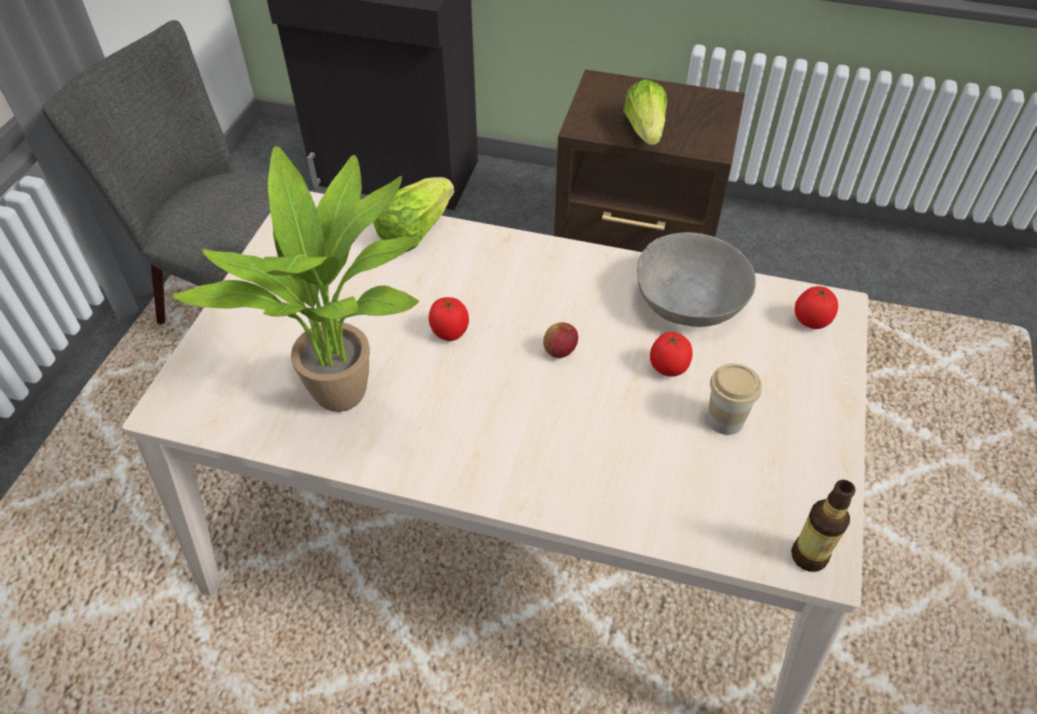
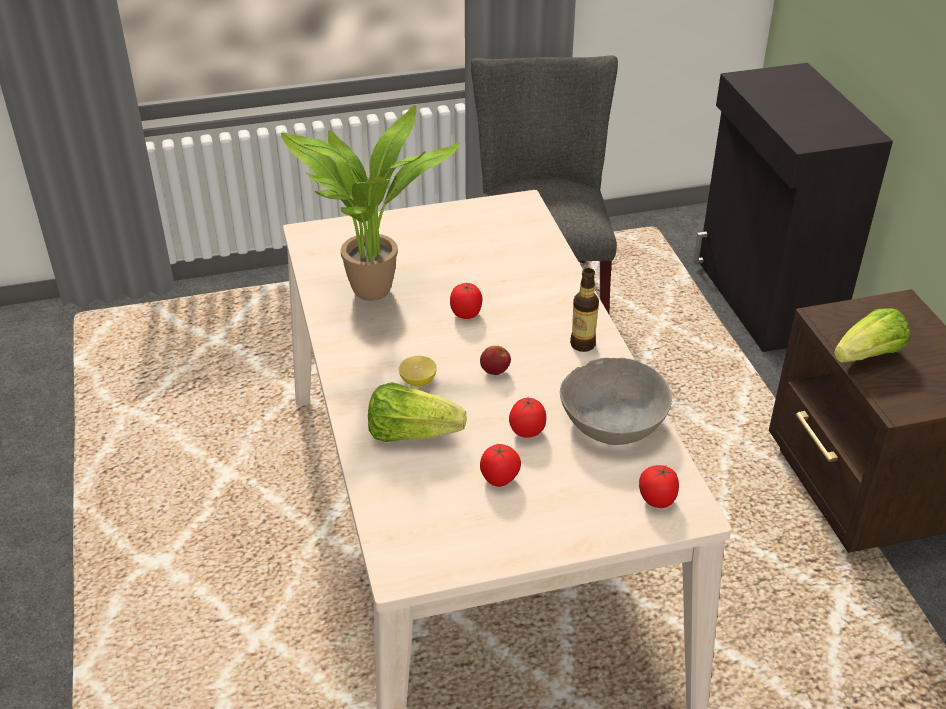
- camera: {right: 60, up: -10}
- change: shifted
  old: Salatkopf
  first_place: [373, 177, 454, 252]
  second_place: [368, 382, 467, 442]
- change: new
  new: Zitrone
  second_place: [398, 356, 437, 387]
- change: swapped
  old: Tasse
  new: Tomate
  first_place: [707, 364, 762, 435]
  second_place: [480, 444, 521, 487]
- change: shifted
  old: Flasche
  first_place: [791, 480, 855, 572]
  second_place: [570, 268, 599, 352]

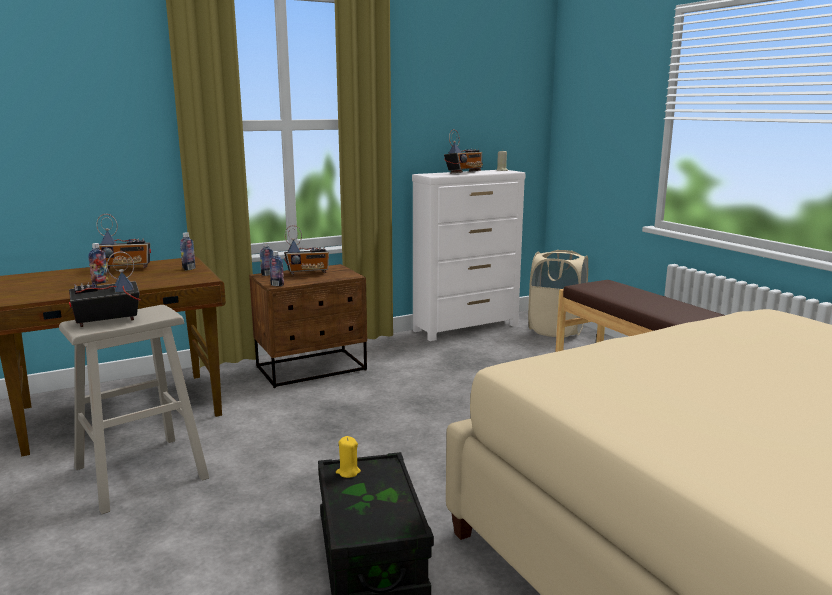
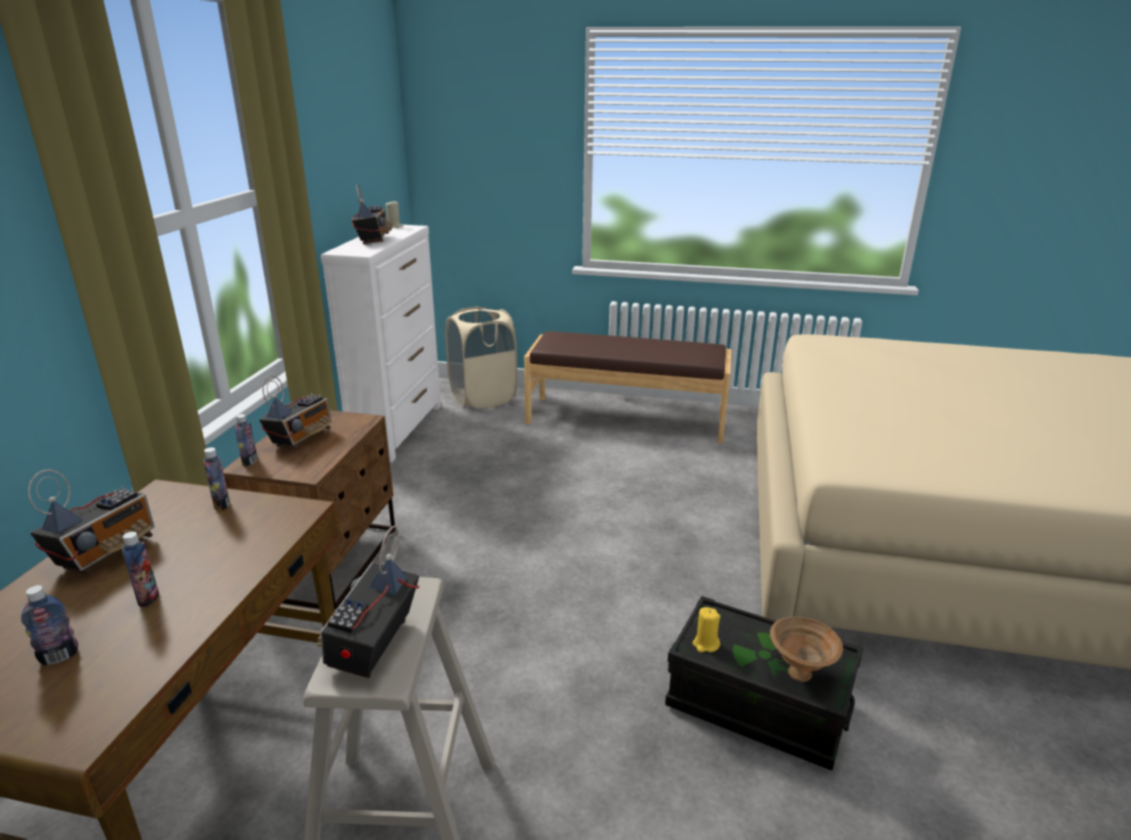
- camera: {right: -50, up: 10}
- change: shifted
  old: Flasche
  first_place: [269, 251, 284, 286]
  second_place: [21, 585, 78, 665]
- change: new
  new: Schüssel (braun)
  second_place: [770, 617, 843, 682]

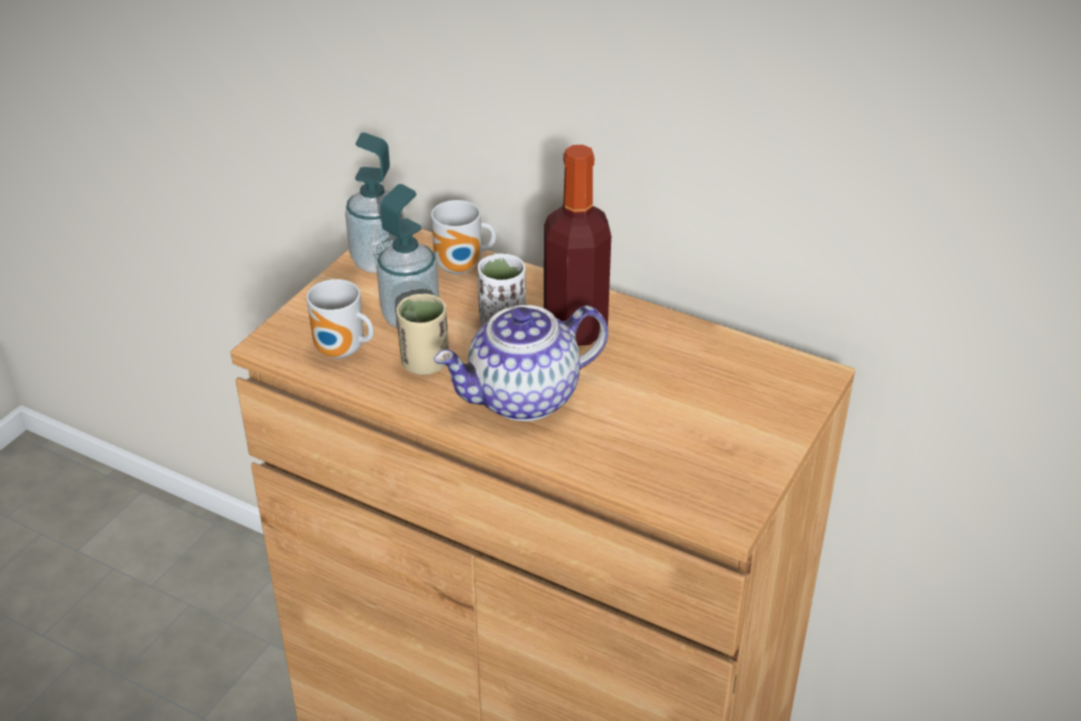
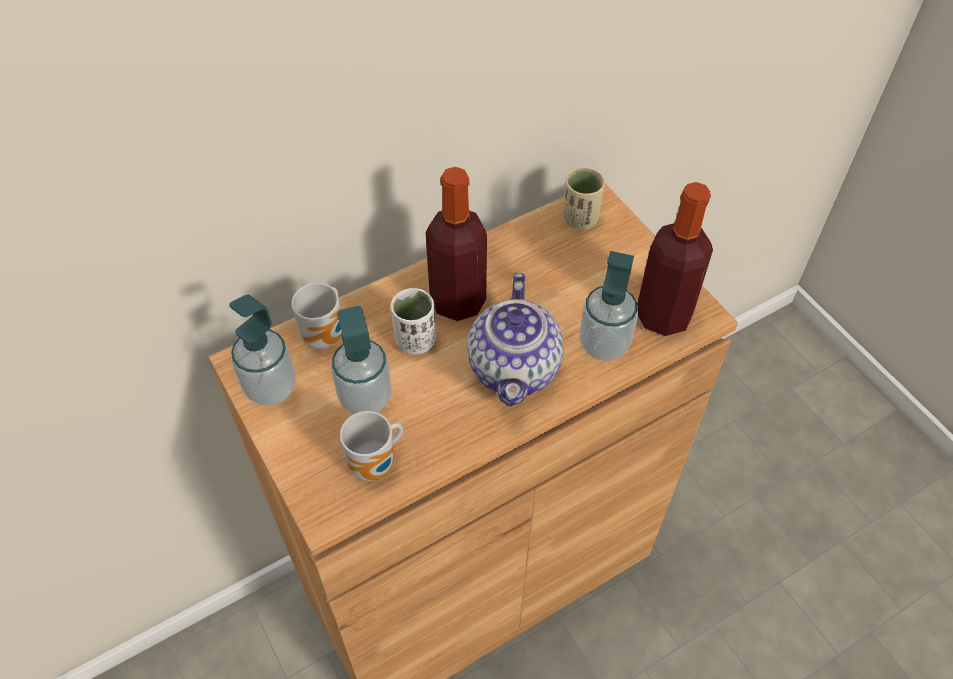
- camera: {right: -60, up: 15}
- change: shifted
  old: Tasse (beige)
  first_place: [396, 294, 449, 375]
  second_place: [562, 167, 605, 230]
- change: new
  new: Seifenspender
  second_place: [580, 251, 638, 361]
- change: new
  new: Flasche
  second_place: [637, 182, 713, 336]

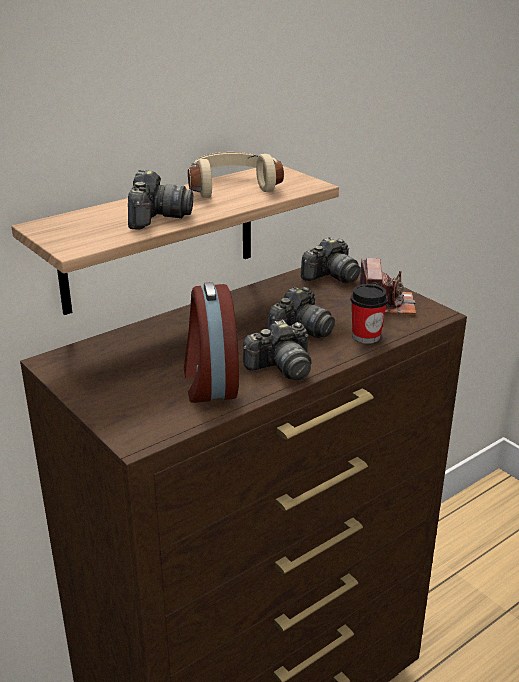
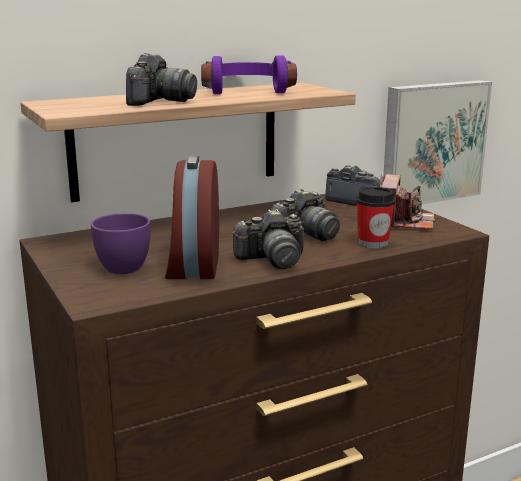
- camera: {right: 10, up: -10}
- change: new
  new: Tasse (lila)
  second_place: [90, 213, 151, 274]
- change: repainted
  old: Kopfhörer (beige)
  new: Kopfhörer (lila)
  first_place: [188, 152, 284, 198]
  second_place: [201, 55, 297, 94]
- change: rotated
  old: Kamera
  first_place: [301, 237, 361, 283]
  second_place: [325, 165, 380, 206]
  degrees: -120
- change: new
  new: Bild
  second_place: [384, 80, 492, 204]

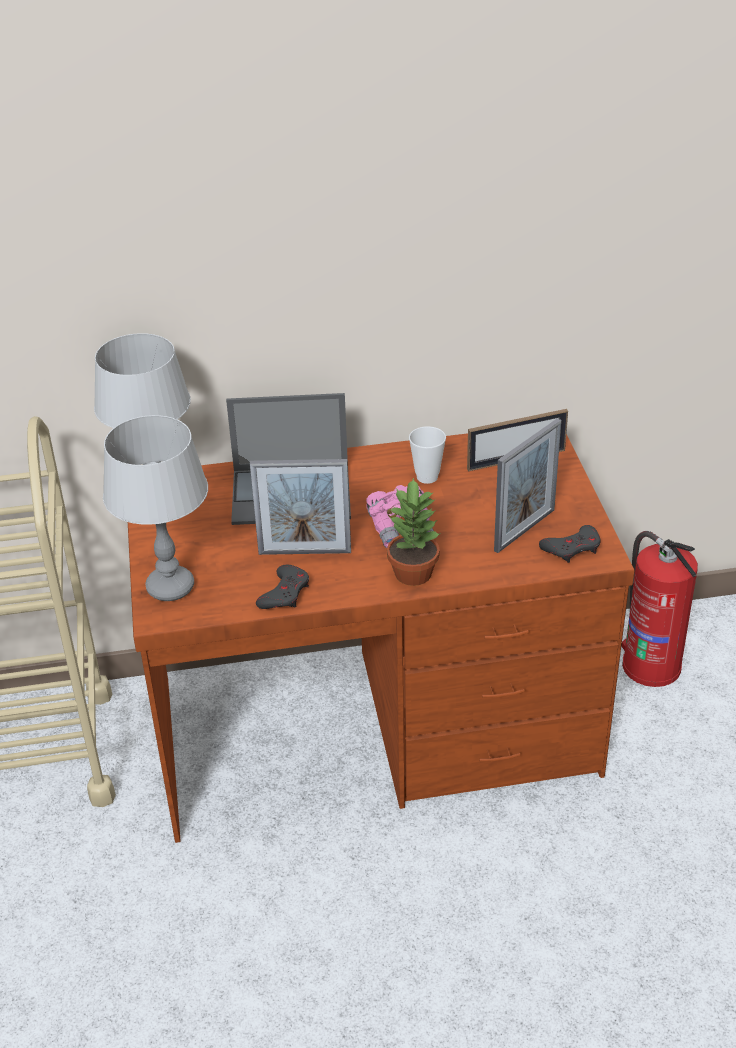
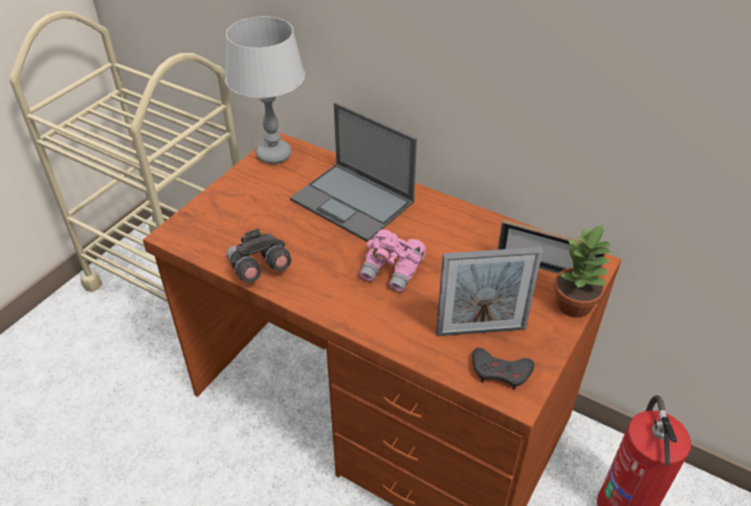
- camera: {right: 40, up: 5}
- change: swapped
  old: Gamepad (grau)
  new: Fernglas (grau)
  first_place: [256, 565, 309, 609]
  second_place: [227, 229, 291, 283]
- change: shifted
  old: Topfpflanze
  first_place: [387, 478, 441, 586]
  second_place: [554, 223, 611, 318]
- change: gone
  old: Tischlampe (grau)
  first_place: [103, 415, 208, 601]
- change: gone
  old: Bilderrahmen
  first_place: [250, 459, 351, 555]
- change: gone
  old: Tasse
  first_place: [409, 426, 446, 484]

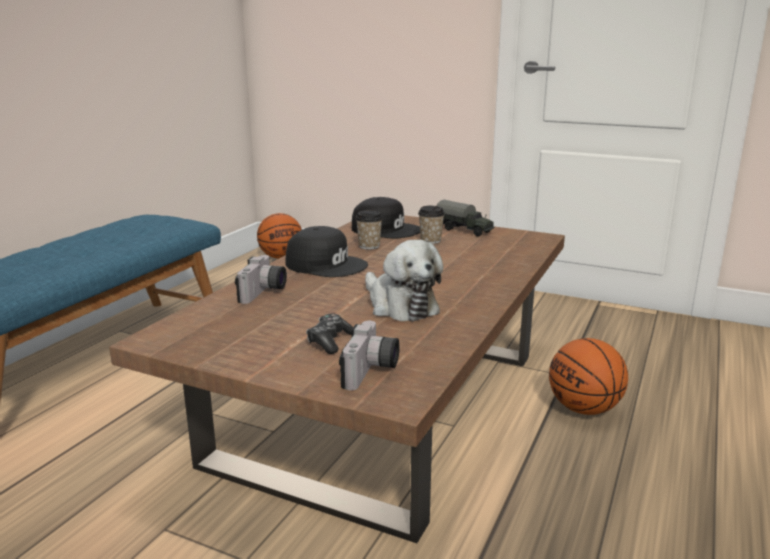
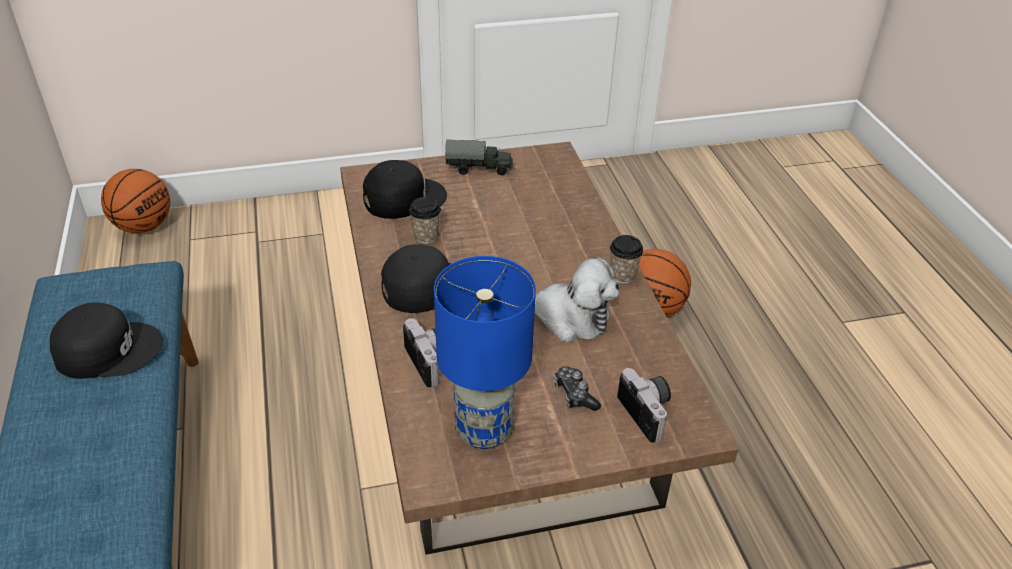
- camera: {right: -40, up: 20}
- change: new
  new: Kappe (schwarz)
  second_place: [50, 302, 163, 379]
- change: new
  new: Tischlampe (blau)
  second_place: [434, 256, 536, 449]
- change: shifted
  old: Tasse
  first_place: [418, 206, 445, 244]
  second_place: [610, 235, 643, 284]

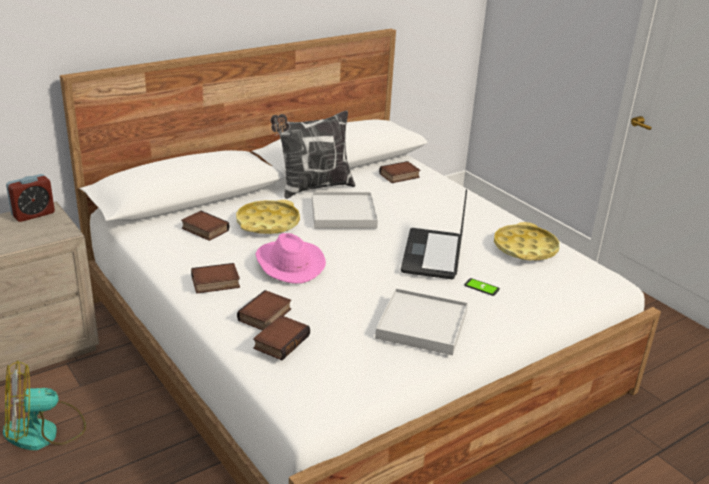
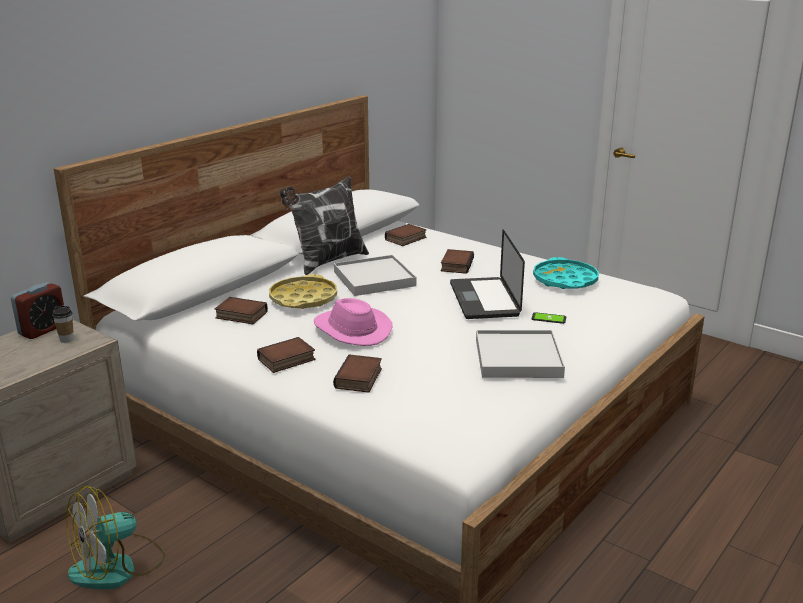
- camera: {right: -15, up: -5}
- change: new
  new: Tasse
  second_place: [52, 305, 74, 343]
- change: shifted
  old: Buch
  first_place: [253, 315, 310, 360]
  second_place: [441, 249, 474, 274]
- change: repainted
  old: Tablett (gelb)
  new: Tablett (türkis)
  first_place: [494, 222, 560, 260]
  second_place: [533, 257, 599, 289]

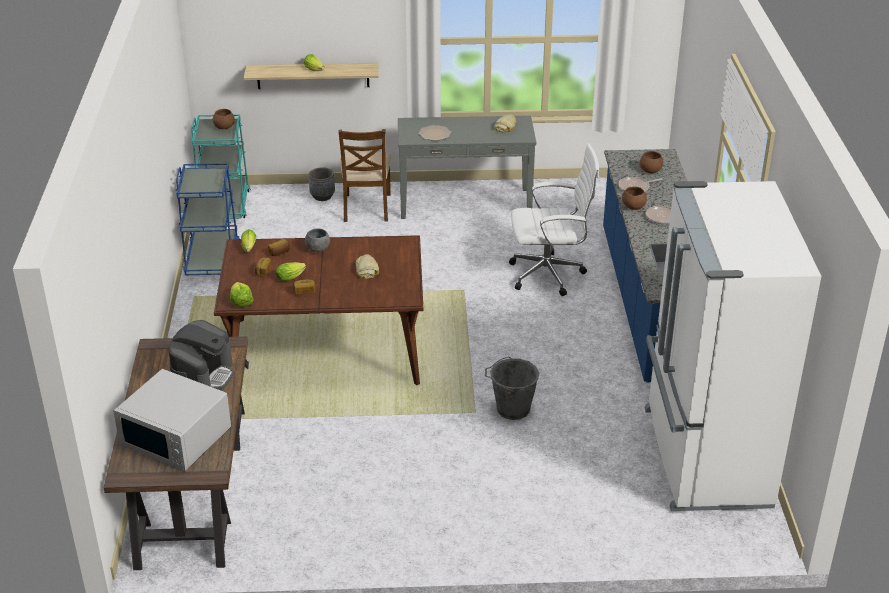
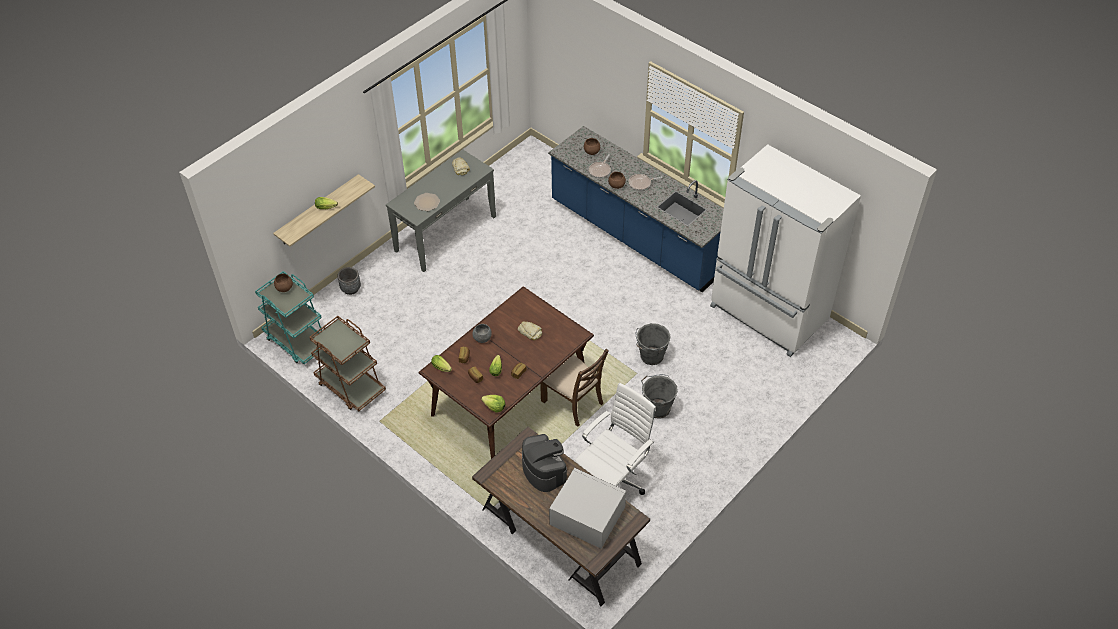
- camera: {right: -45, up: 15}
- change: repainted
  old: Rollwagen (blau)
  new: Rollwagen (braun)
  first_place: [176, 163, 240, 275]
  second_place: [310, 316, 386, 411]
- change: shifted
  old: Stuhl (braun)
  first_place: [339, 129, 391, 222]
  second_place: [540, 348, 609, 427]
- change: rotated
  old: Mikrowelle (weiß)
  first_place: [113, 369, 231, 471]
  second_place: [549, 468, 626, 549]
  degrees: -135
- change: shifted
  old: Bürostuhl (weiß)
  first_place: [509, 143, 599, 296]
  second_place: [575, 383, 656, 495]
- change: new
  new: Eimer (grau)
  second_place: [641, 374, 678, 419]

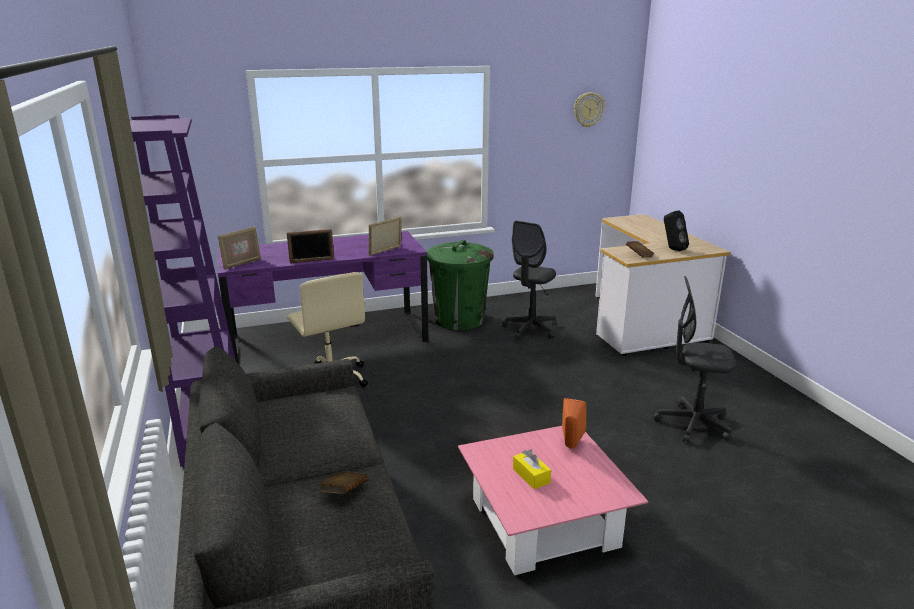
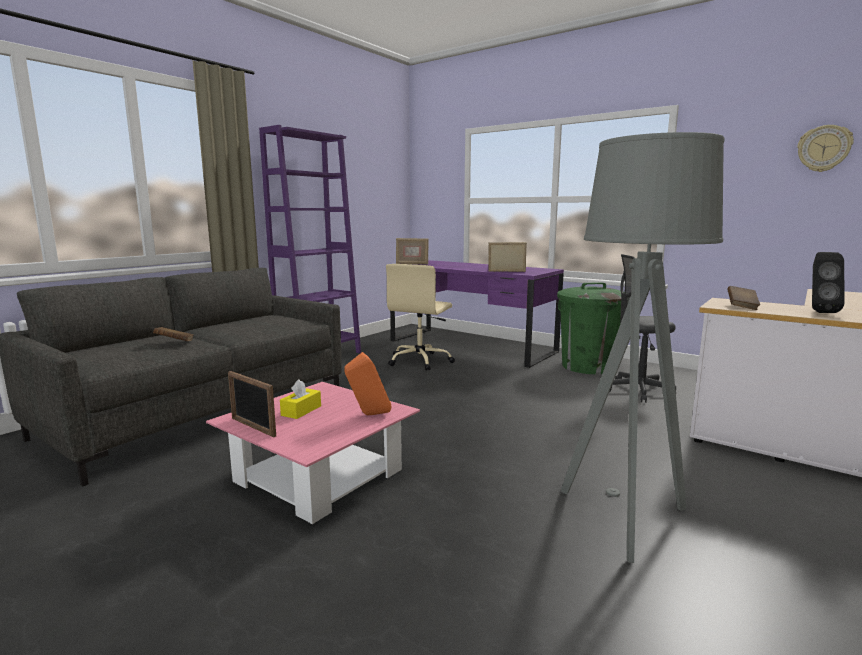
- camera: {right: 55, up: -10}
- change: shifted
  old: Bilderrahmen
  first_place: [287, 229, 334, 263]
  second_place: [228, 371, 276, 437]
- change: swapped
  old: Bürostuhl (grau)
  new: Stehlampe (grau)
  first_place: [654, 276, 736, 444]
  second_place: [561, 132, 724, 563]

